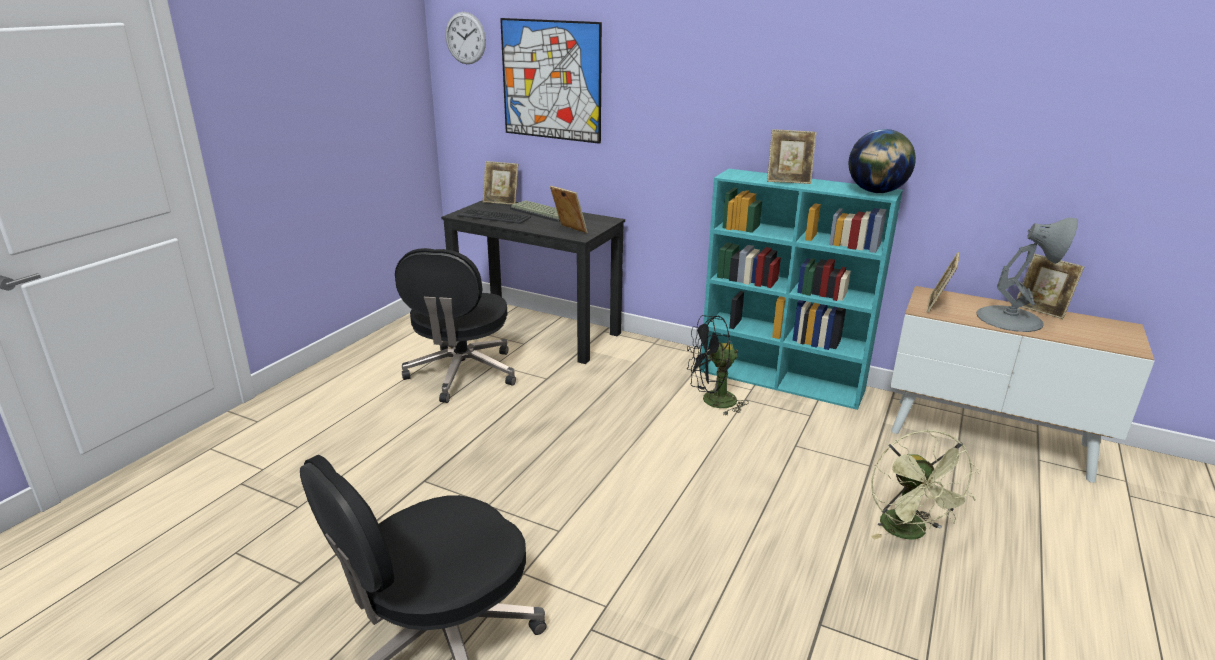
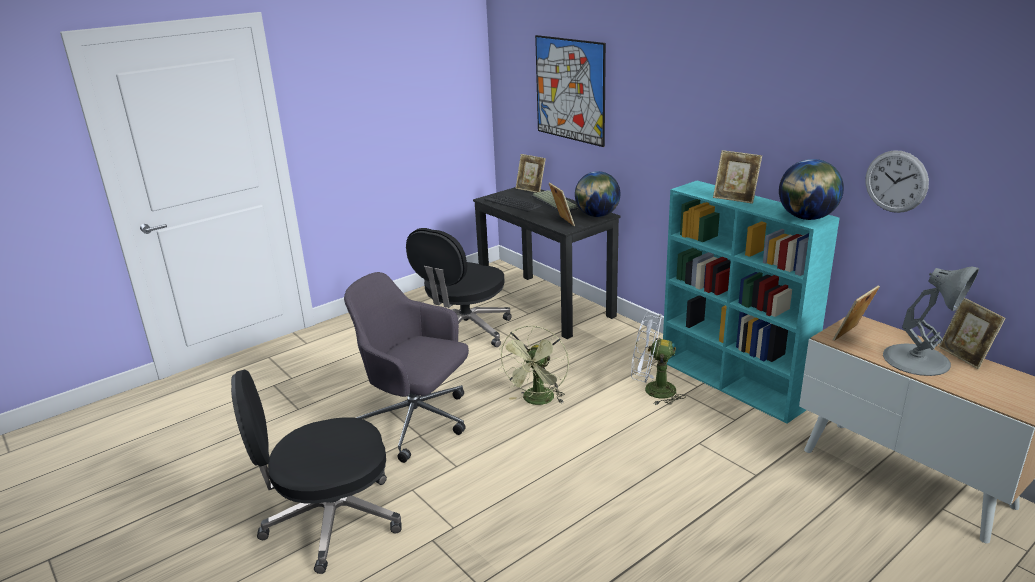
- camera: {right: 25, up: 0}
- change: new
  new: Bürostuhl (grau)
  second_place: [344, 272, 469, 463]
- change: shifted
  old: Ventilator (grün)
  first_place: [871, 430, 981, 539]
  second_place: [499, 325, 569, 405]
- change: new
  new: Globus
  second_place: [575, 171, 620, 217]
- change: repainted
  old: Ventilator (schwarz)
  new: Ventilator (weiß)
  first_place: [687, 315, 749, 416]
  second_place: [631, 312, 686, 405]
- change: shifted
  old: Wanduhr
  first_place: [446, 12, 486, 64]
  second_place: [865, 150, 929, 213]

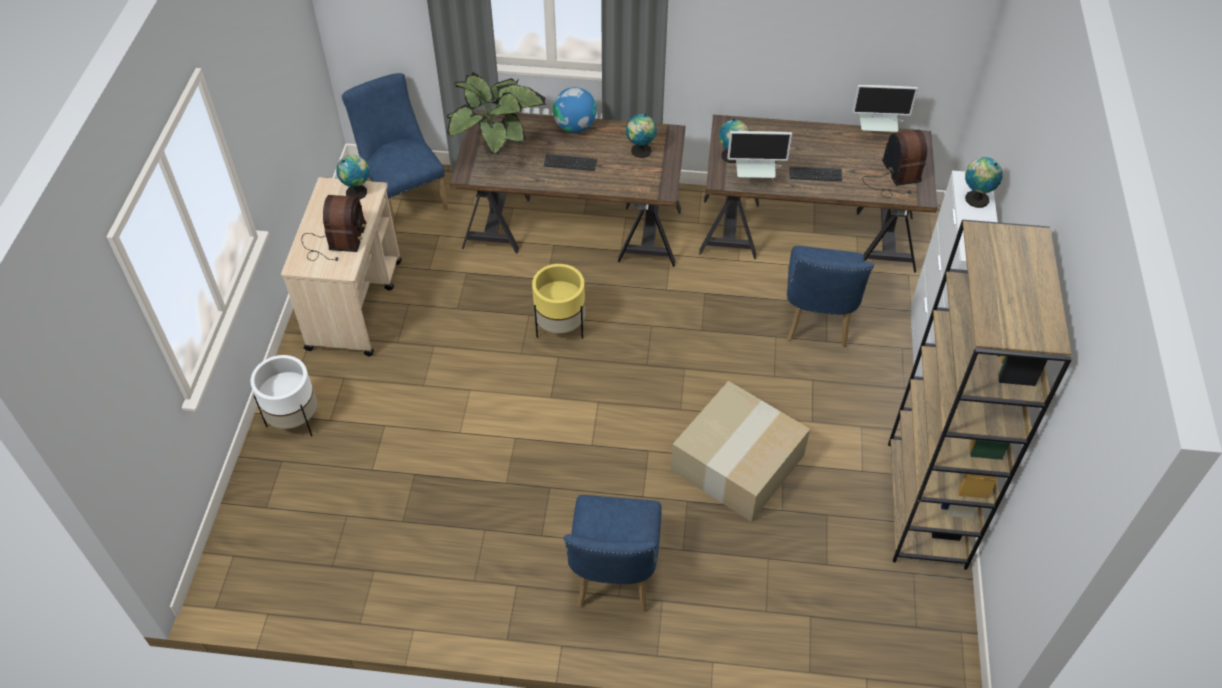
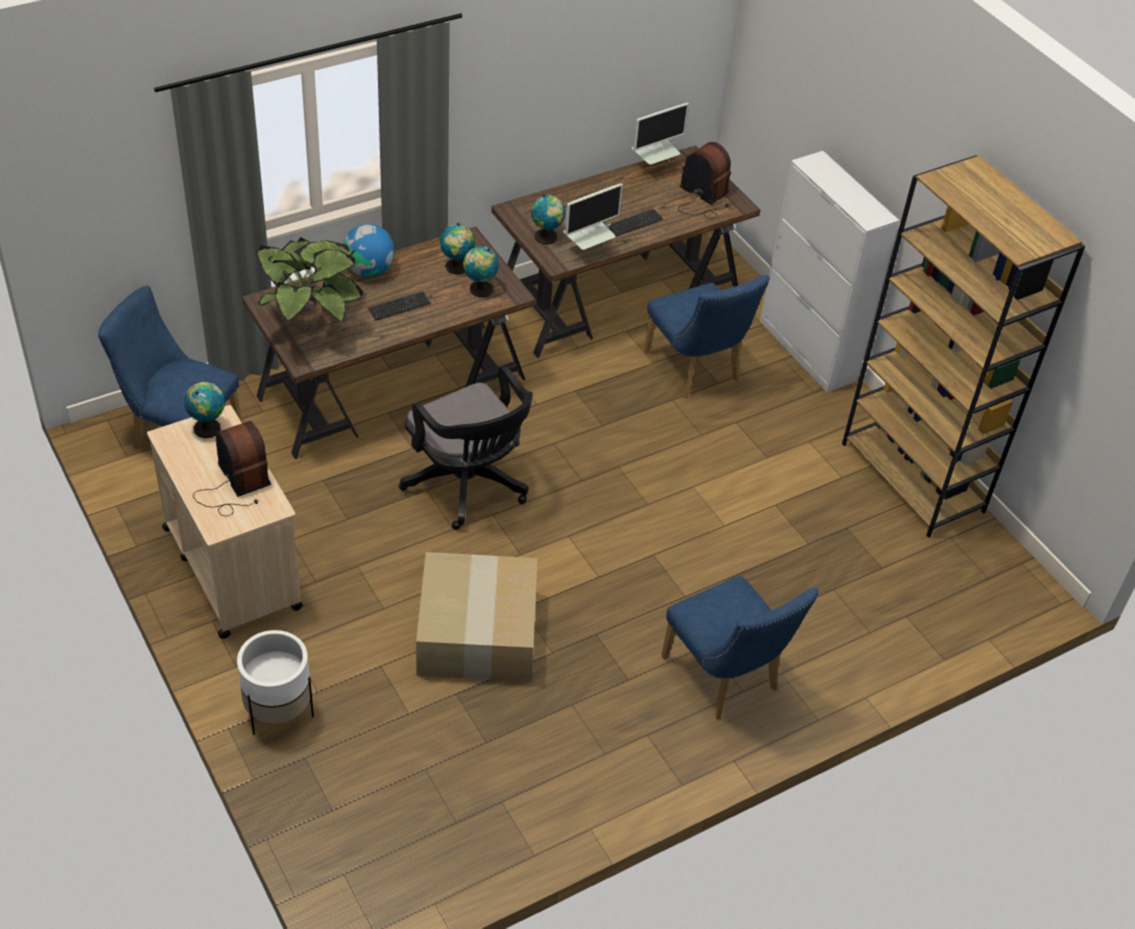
- camera: {right: -40, up: -5}
- change: swapped
  old: Pflanzkübel (gelb)
  new: Bürostuhl (schwarz)
  first_place: [532, 264, 585, 339]
  second_place: [399, 365, 533, 530]
- change: shifted
  old: Karton
  first_place: [671, 381, 810, 522]
  second_place: [416, 552, 537, 682]
- change: shifted
  old: Globus
  first_place: [965, 157, 1003, 208]
  second_place: [463, 246, 499, 297]

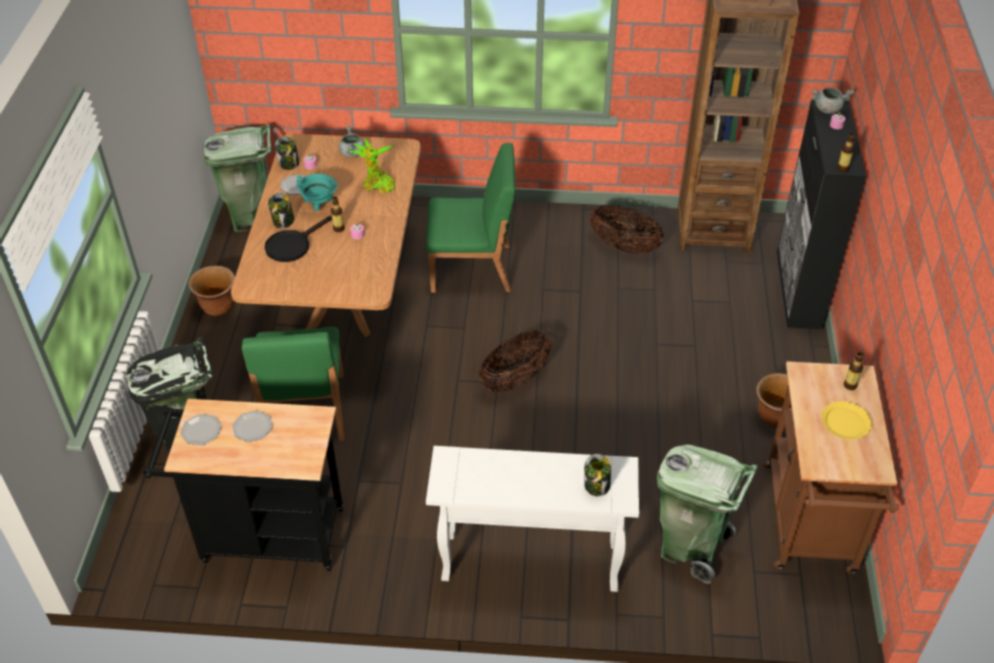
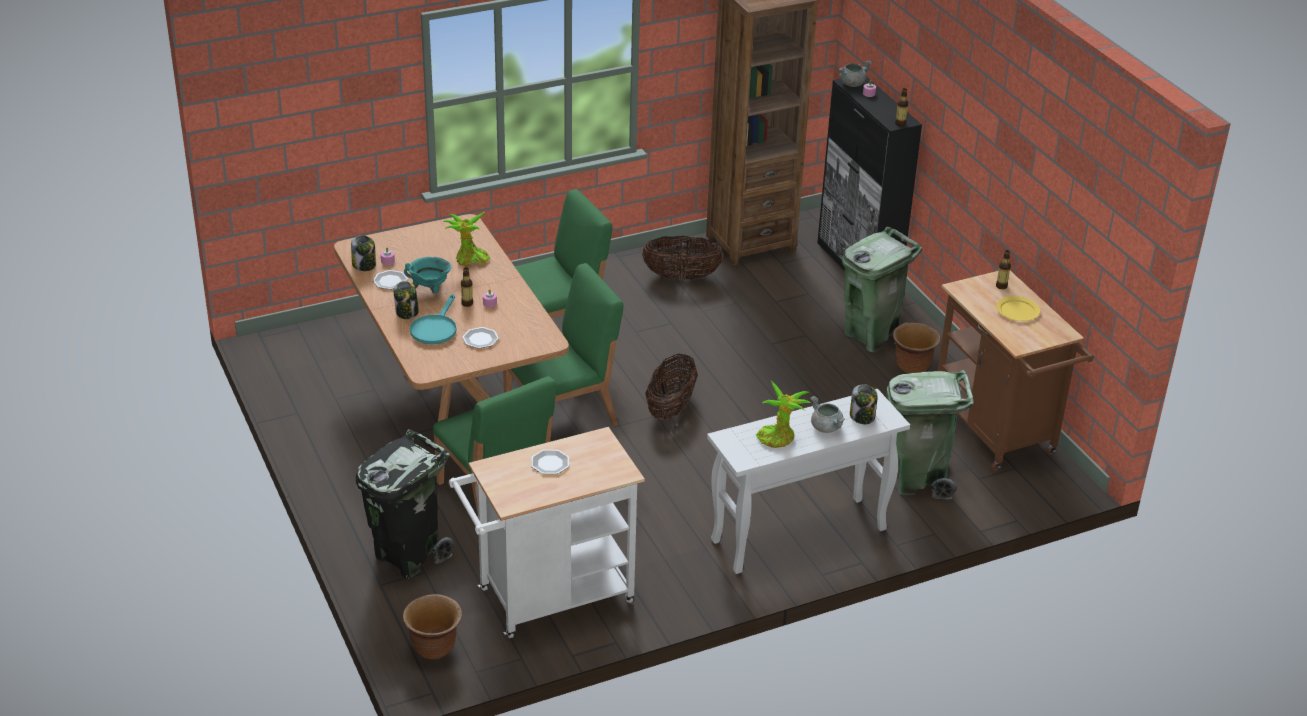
- camera: {right: -30, up: -10}
- change: shifted
  old: Pflanzkübel (braun)
  first_place: [188, 266, 235, 316]
  second_place: [403, 594, 462, 660]
- change: repainted
  old: Pfanne (schwarz)
  new: Pfanne (türkis)
  first_place: [265, 216, 332, 262]
  second_place: [410, 294, 457, 344]
- change: repainted
  old: Rollwagen (schwarz)
  new: Rollwagen (weiß)
  first_place: [143, 399, 344, 571]
  second_place: [449, 427, 645, 638]
- change: shifted
  old: Teller
  first_place: [180, 414, 222, 445]
  second_place: [462, 327, 499, 349]
- change: new
  new: Stuhl (grün)
  second_place: [503, 263, 623, 426]
- change: new
  new: Topfpflanze
  second_place: [756, 380, 811, 448]
- change: shifted
  old: Kochtopf (grau)
  first_place: [339, 126, 366, 158]
  second_place: [810, 396, 845, 433]
- change: shifted
  old: Mülleimer (grün)
  first_place: [203, 124, 271, 232]
  second_place: [842, 227, 923, 352]

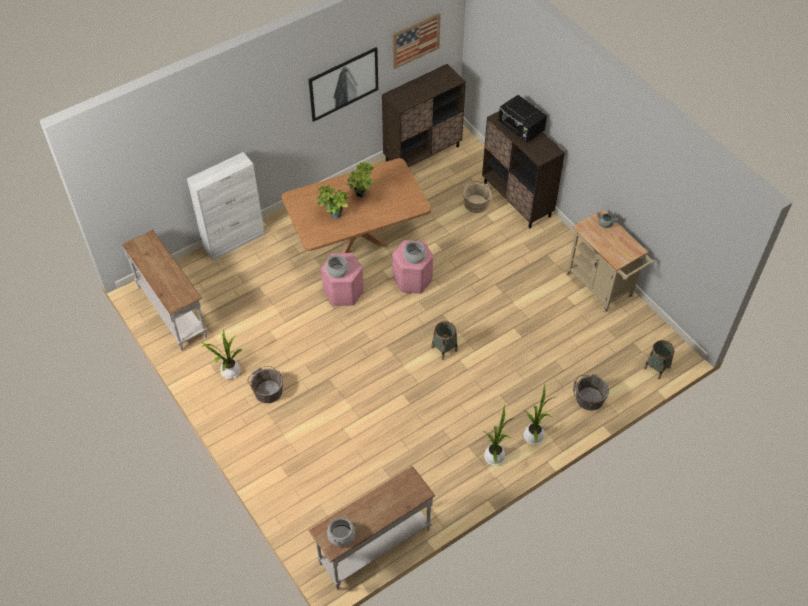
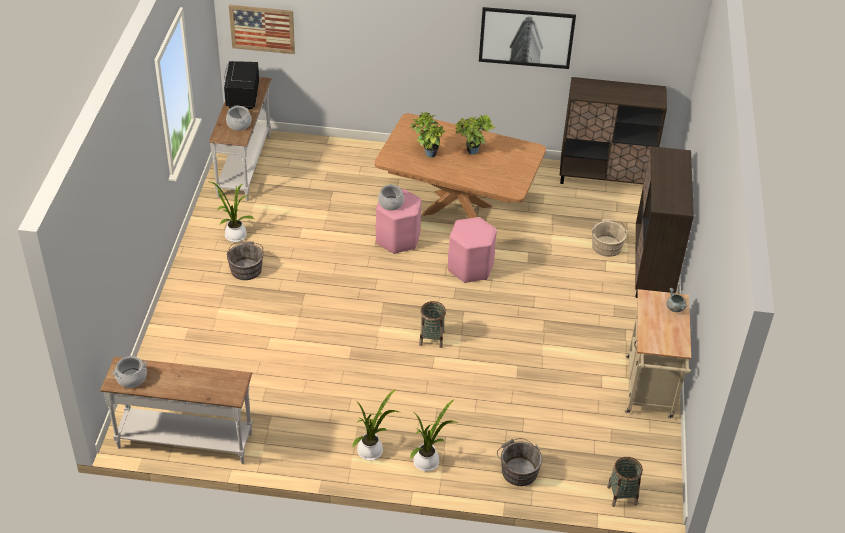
- camera: {right: 40, up: -10}
- change: shifted
  old: Mikrowelle (schwarz)
  first_place: [498, 95, 547, 142]
  second_place: [224, 61, 259, 109]
- change: shifted
  old: Kochtopf
  first_place: [404, 241, 426, 264]
  second_place: [226, 105, 251, 131]
- change: shifted
  old: Bild
  first_place: [392, 13, 441, 69]
  second_place: [229, 5, 295, 54]
- change: gone
  old: Schrank (weiß)
  first_place: [187, 152, 265, 261]

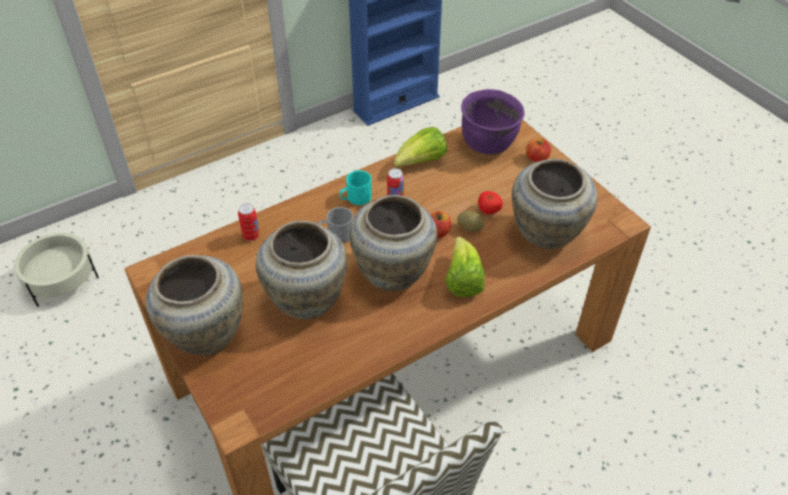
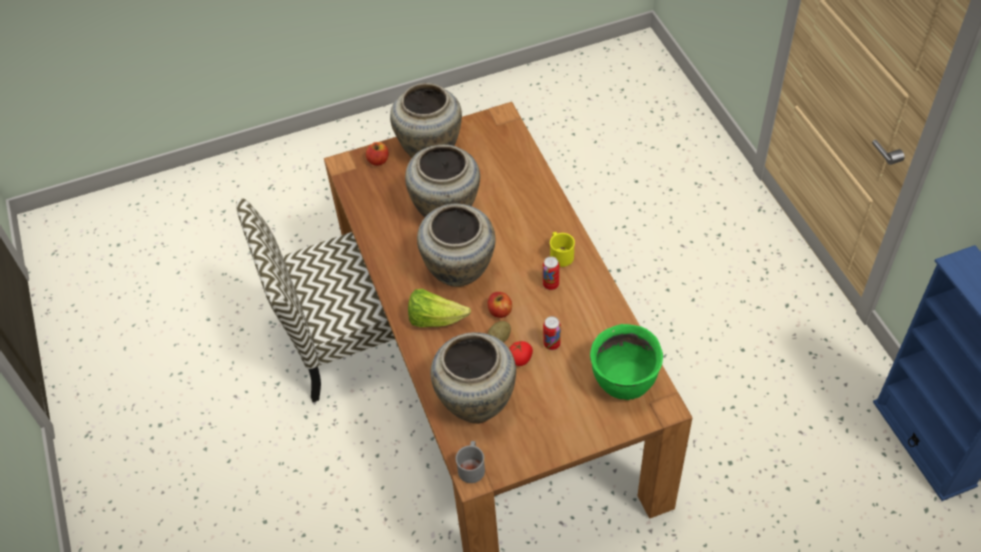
- camera: {right: 105, up: 5}
- change: shifted
  old: Apfel
  first_place: [526, 139, 551, 162]
  second_place: [366, 142, 388, 166]
- change: shifted
  old: Henkelbecher (grau)
  first_place: [318, 207, 353, 243]
  second_place: [456, 441, 485, 483]
- change: shifted
  old: Dose
  first_place: [238, 203, 260, 241]
  second_place: [543, 316, 561, 350]
- change: repainted
  old: Henkelbecher (türkis)
  new: Henkelbecher (gelb)
  first_place: [340, 170, 372, 205]
  second_place: [550, 232, 575, 267]
- change: repainted
  old: Kochtopf (lila)
  new: Kochtopf (grün)
  first_place: [461, 89, 525, 155]
  second_place: [590, 324, 663, 400]
- change: gone
  old: Pflanzkübel (beige)
  first_place: [14, 233, 99, 307]
- change: gone
  old: Salatkopf
  first_place: [394, 127, 447, 167]

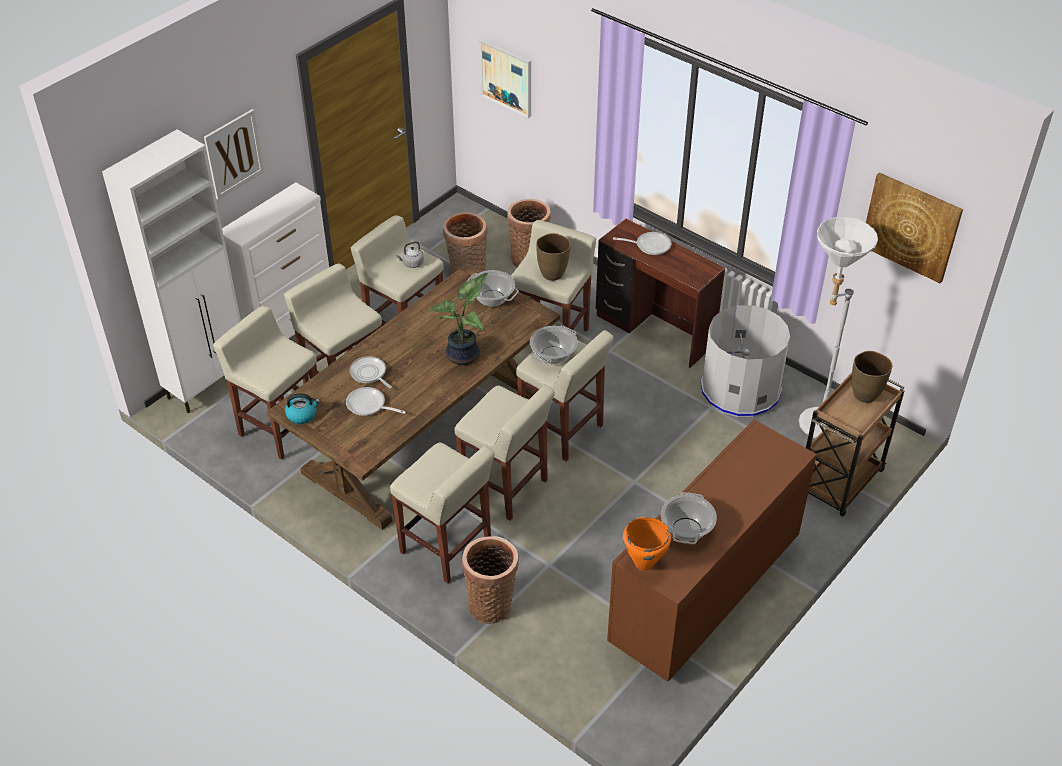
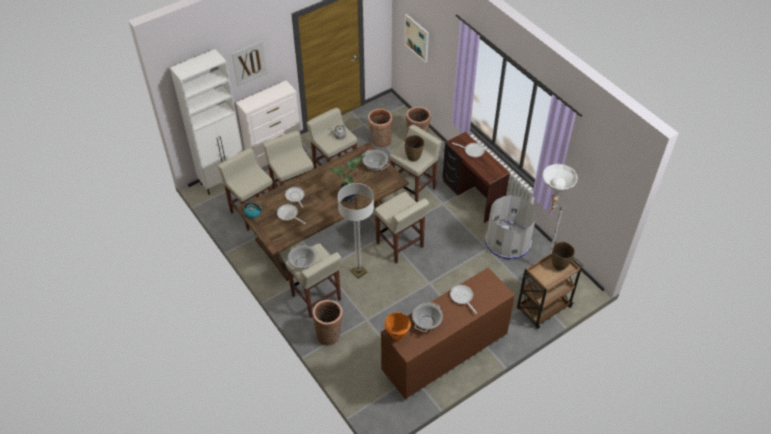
- camera: {right: 15, up: 5}
- change: shifted
  old: Kochtopf
  first_place: [530, 325, 578, 364]
  second_place: [286, 245, 318, 269]
- change: swapped
  old: Hocker (beige)
  new: Stehlampe
  first_place: [455, 385, 555, 521]
  second_place: [338, 183, 374, 279]
- change: new
  new: Pfanne
  second_place: [450, 285, 477, 314]
- change: gone
  old: Bild
  first_place: [866, 172, 963, 283]

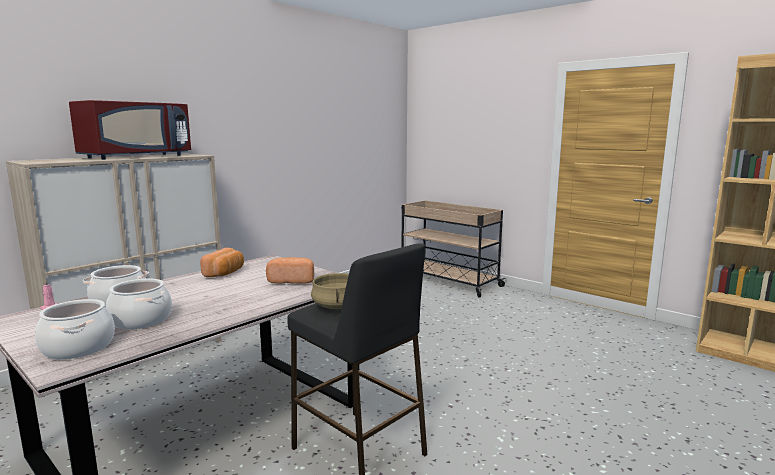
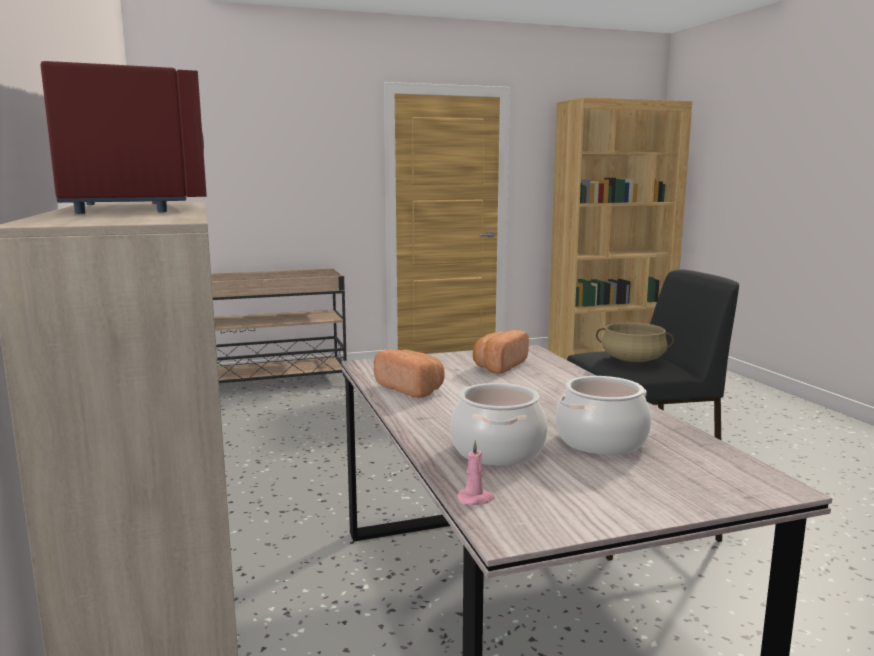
- camera: {right: -60, up: 0}
- change: gone
  old: Kochtopf
  first_place: [35, 299, 115, 359]

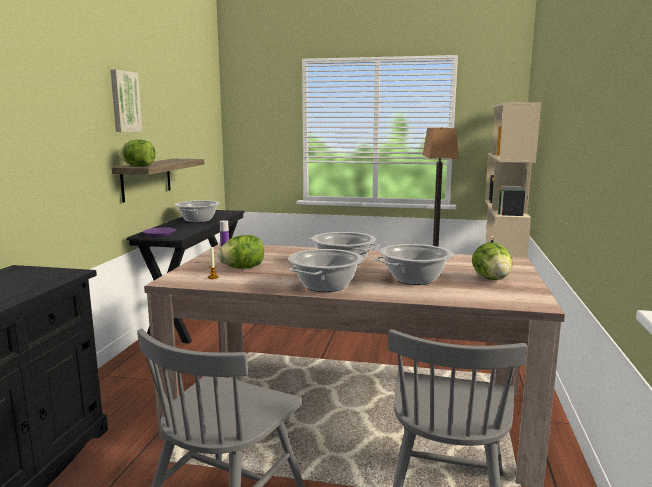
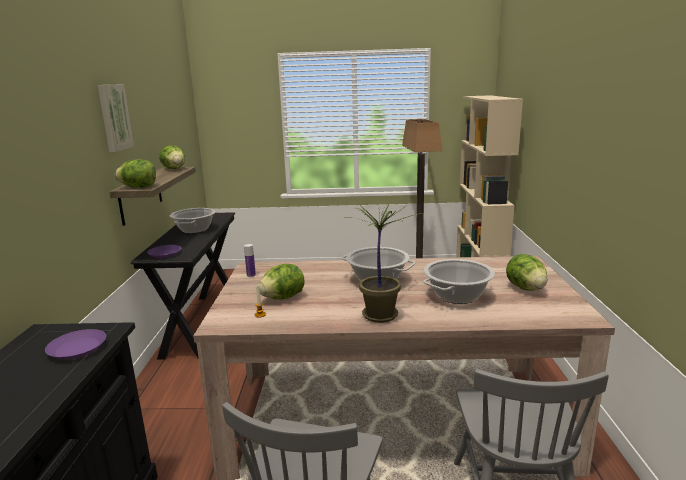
- camera: {right: -10, up: 5}
- change: new
  new: Teller (lila)
  second_place: [45, 329, 106, 359]
- change: new
  new: Salatkopf
  second_place: [159, 145, 185, 169]
- change: swapped
  old: Kochtopf
  new: Topfpflanze
  first_place: [288, 249, 363, 292]
  second_place: [342, 201, 424, 323]

